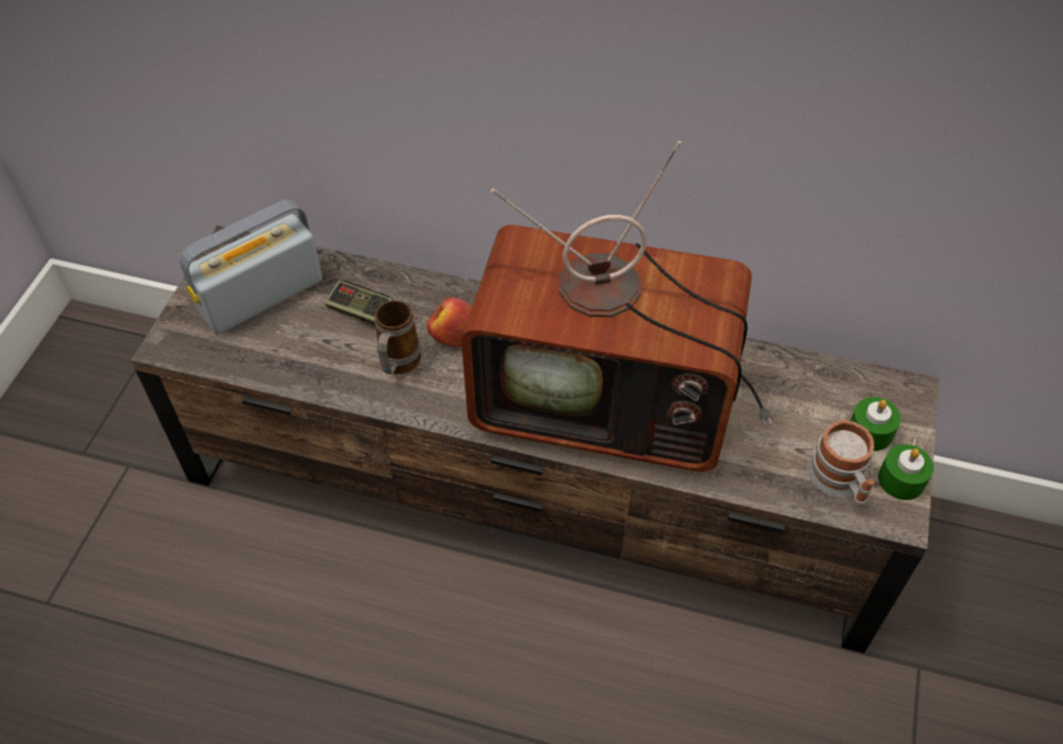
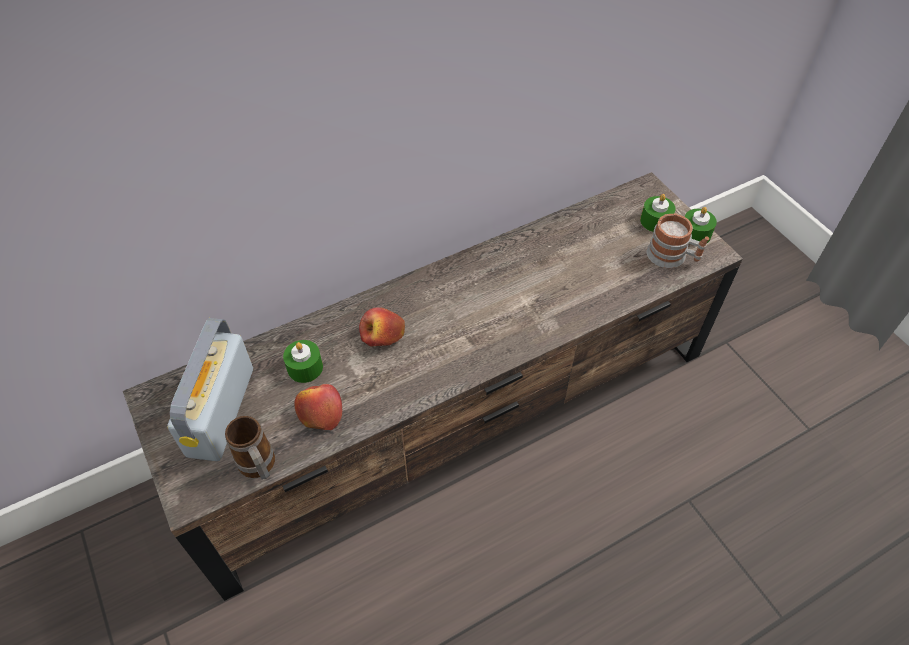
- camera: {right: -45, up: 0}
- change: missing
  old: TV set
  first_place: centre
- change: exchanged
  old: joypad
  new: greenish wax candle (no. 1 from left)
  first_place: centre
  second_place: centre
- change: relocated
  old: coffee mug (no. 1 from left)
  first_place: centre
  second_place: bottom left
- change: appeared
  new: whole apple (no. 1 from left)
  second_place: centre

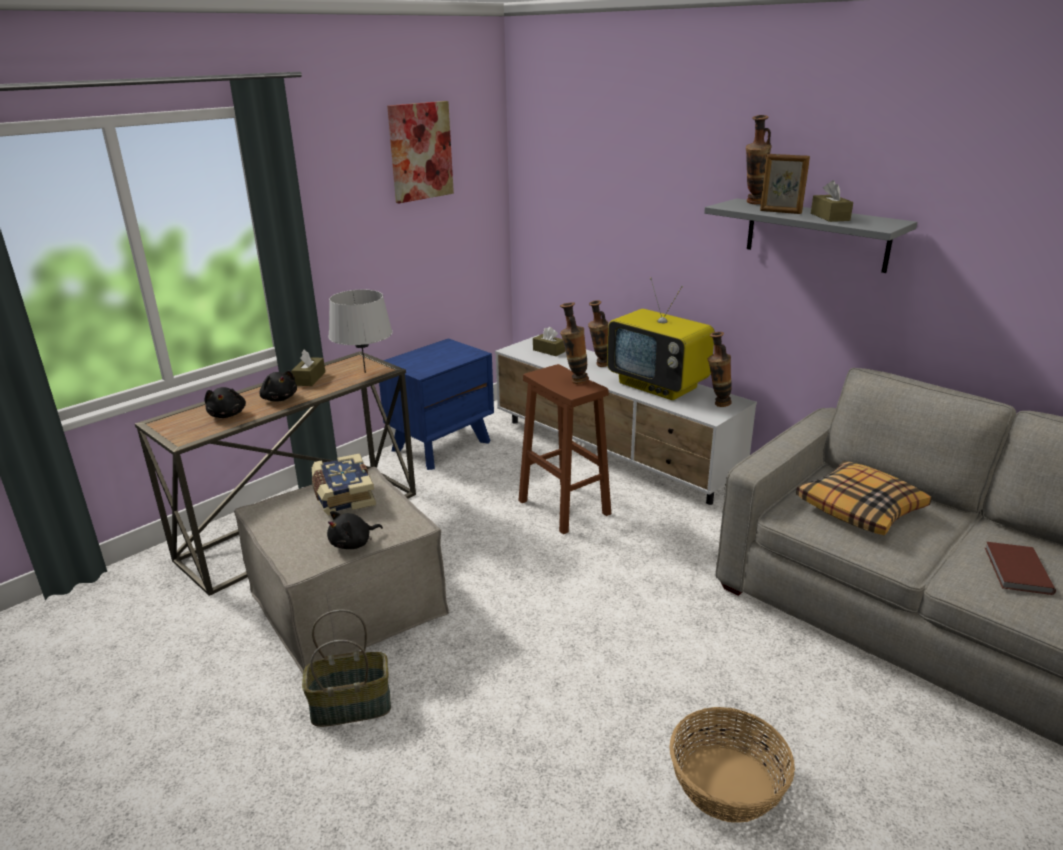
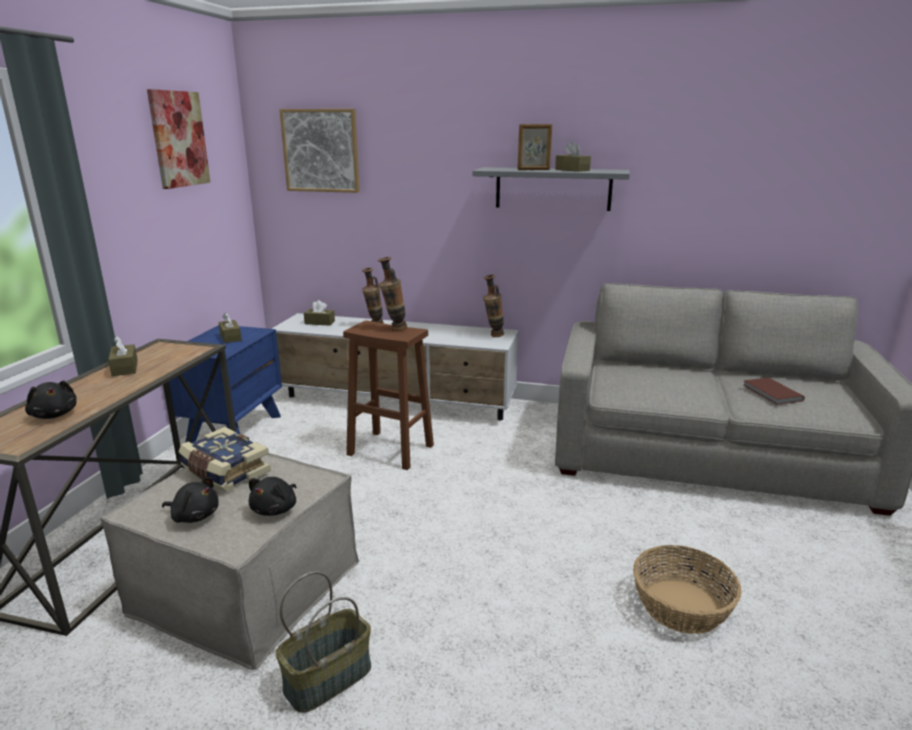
- camera: {right: -30, up: -5}
- change: missing
  old: decorative vase (no. 4 from left)
  first_place: top right
- change: missing
  old: TV set
  first_place: centre
- change: missing
  old: gray table lamp
  first_place: centre
- change: relocated
  old: blackish plush toy (no. 2 from left)
  first_place: middle left
  second_place: bottom left
- change: missing
  old: cushion
  first_place: middle right
- change: appeared
  new: wall picture (no. 2 from left)
  second_place: top centre
- change: appeared
  new: brownish box of tissues (no. 2 from left)
  second_place: middle left

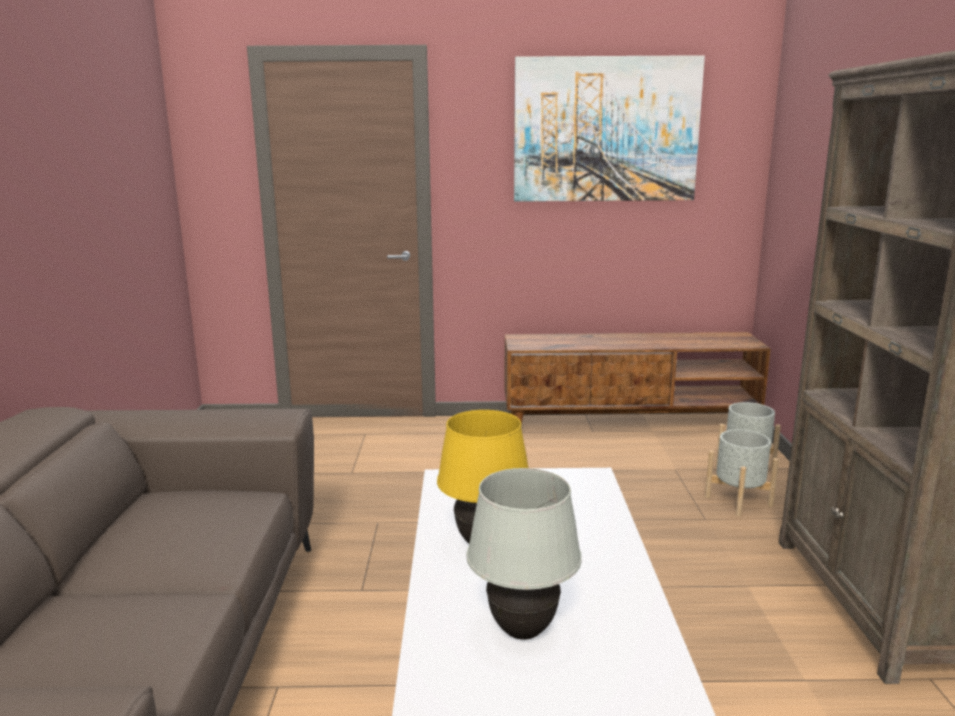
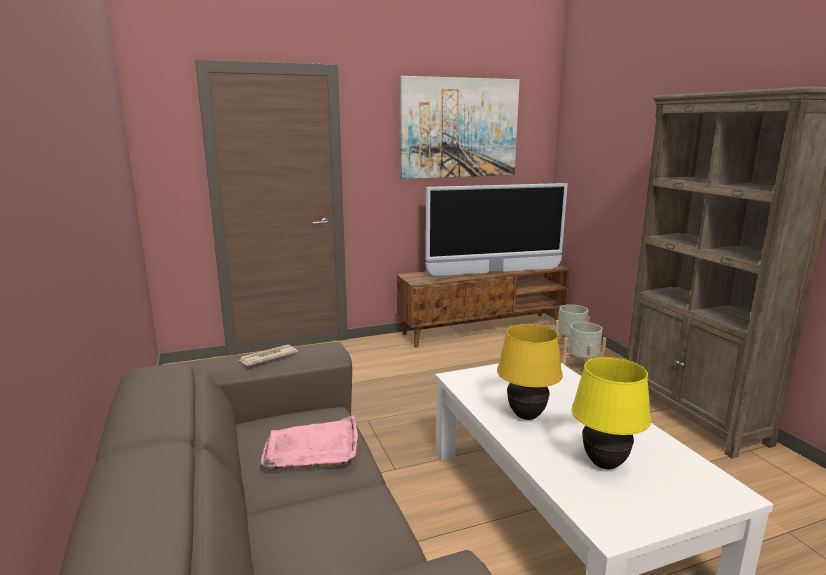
- camera: {right: -20, up: 0}
- change: colour
  old: white-coloured table lamp
  new: yellow table lamp (no. 2 from left)
  first_place: bottom centre
  second_place: bottom right
- change: appeared
  new: TV set
  second_place: centre
- change: appeared
  new: daily paper
  second_place: middle left
- change: appeared
  new: pink tray
  second_place: bottom centre

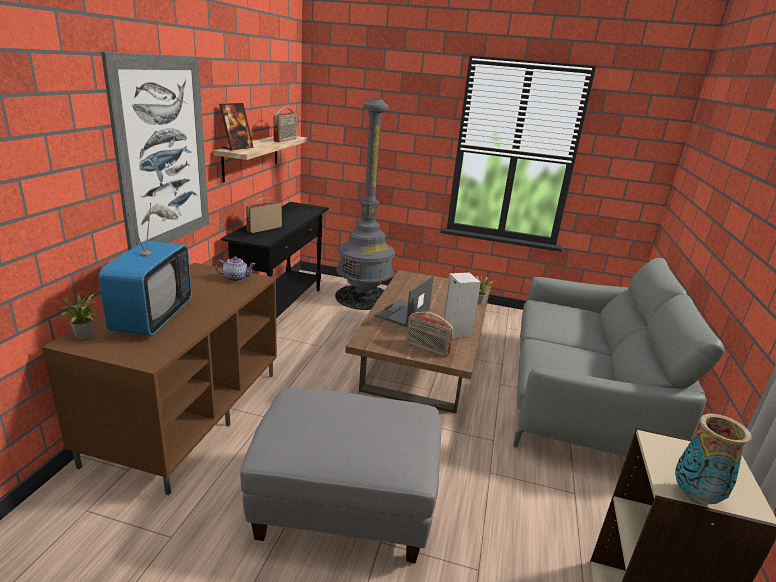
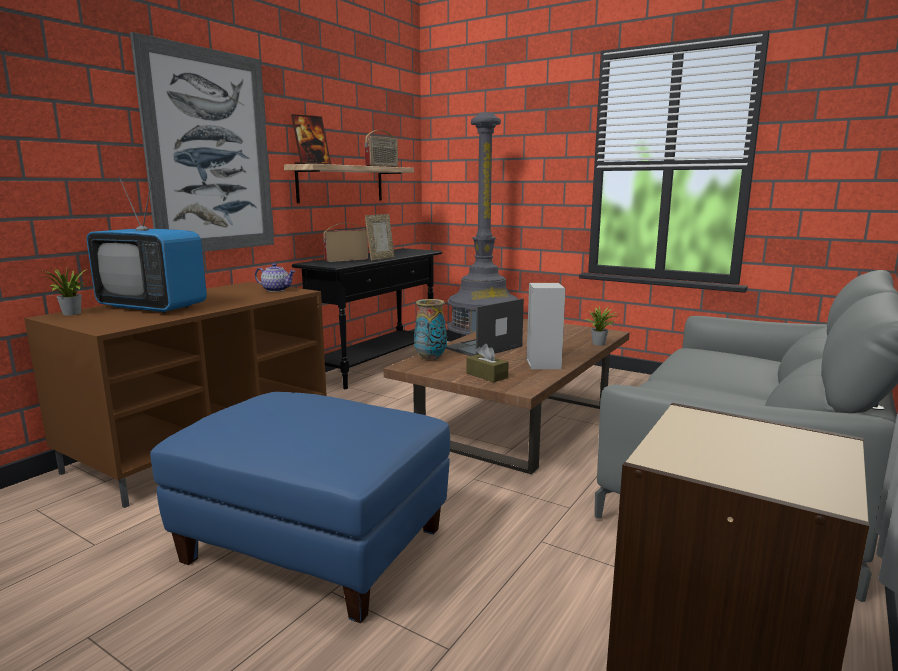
- camera: {right: 20, up: -10}
- change: spun
  old: TV set
  first_place: middle left
  second_place: middle left
  degrees: 90
- change: exchanged
  old: radio (no. 3 from left)
  new: brownish box of tissues
  first_place: centre
  second_place: centre
- change: colour
  old: gray footrest
  new: blue-coloured footrest
  first_place: bottom centre
  second_place: bottom centre
- change: relocated
  old: decorative vase
  first_place: bottom right
  second_place: centre
- change: appeared
  new: standing frame (no. 2 from left)
  second_place: centre

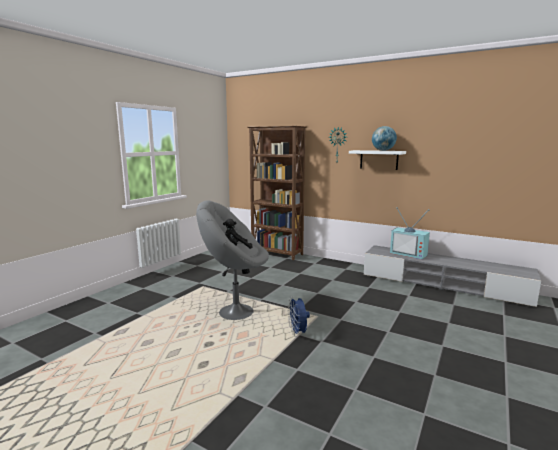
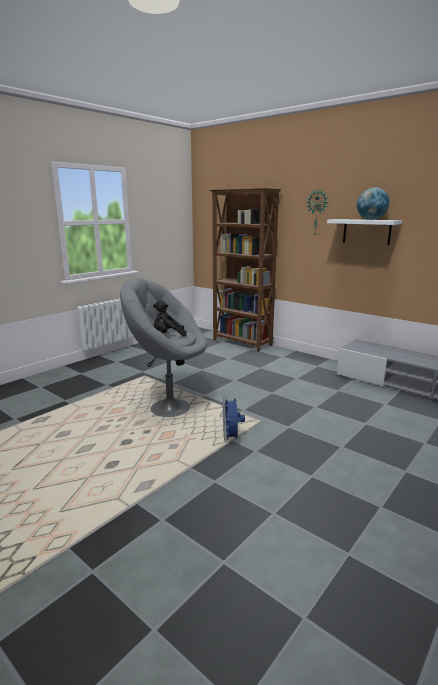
- camera: {right: 10, up: 5}
- change: missing
  old: TV set
  first_place: middle right

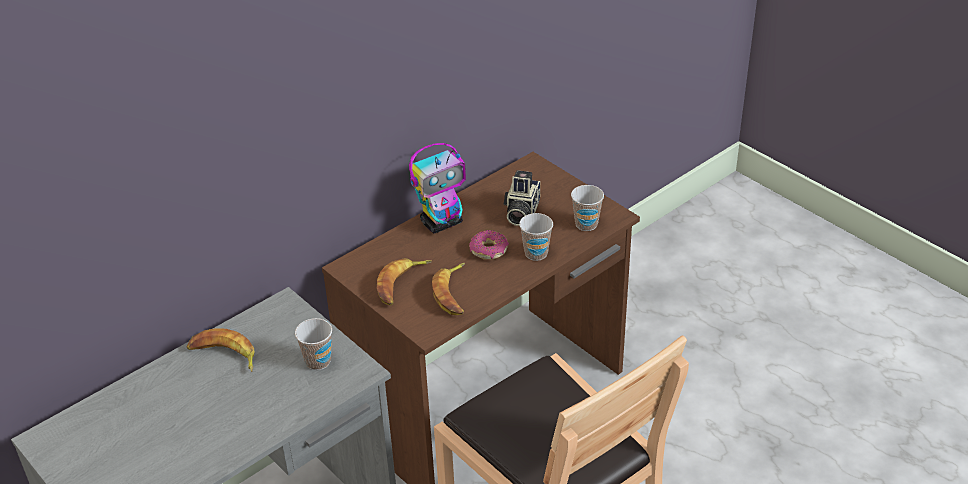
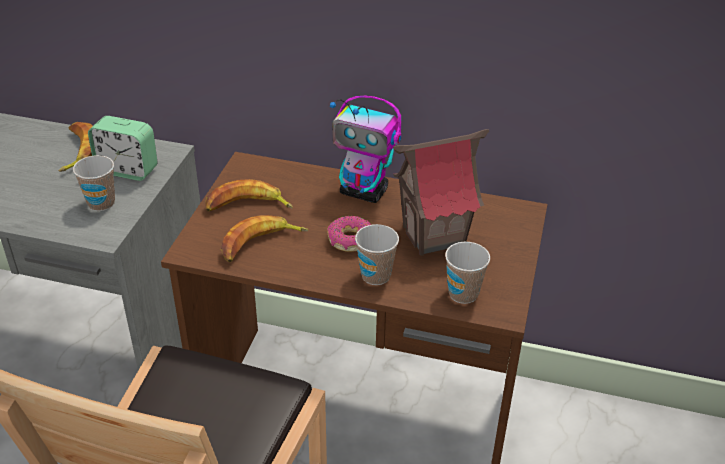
- camera: {right: 55, up: 0}
- change: exchanged
  old: still camera
  new: toy house
  first_place: centre
  second_place: centre
- change: appeared
  new: table clock
  second_place: top left

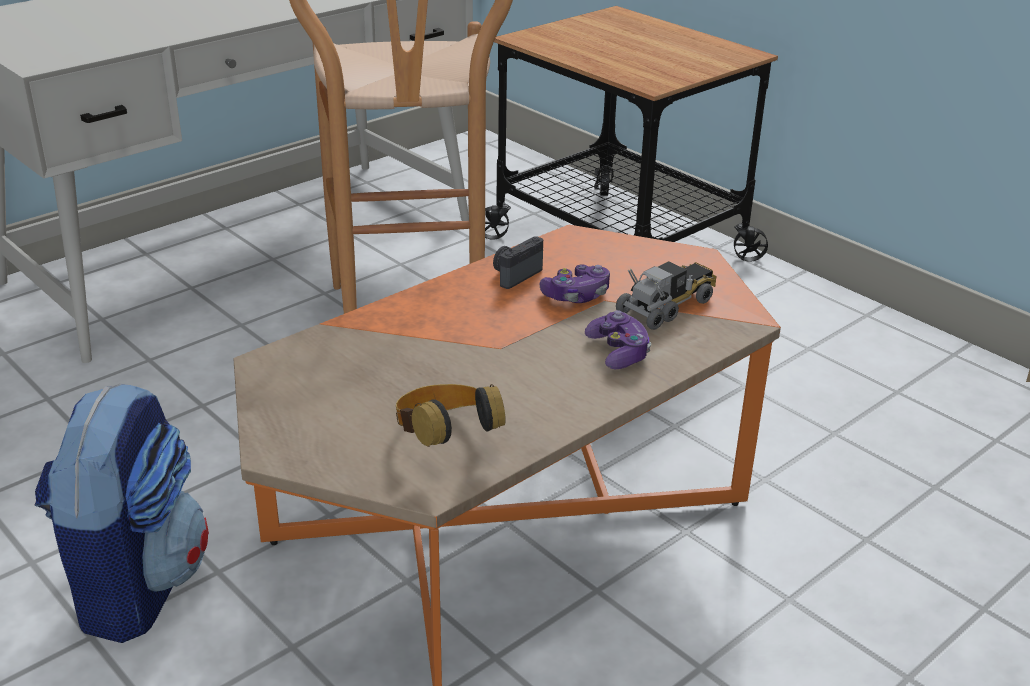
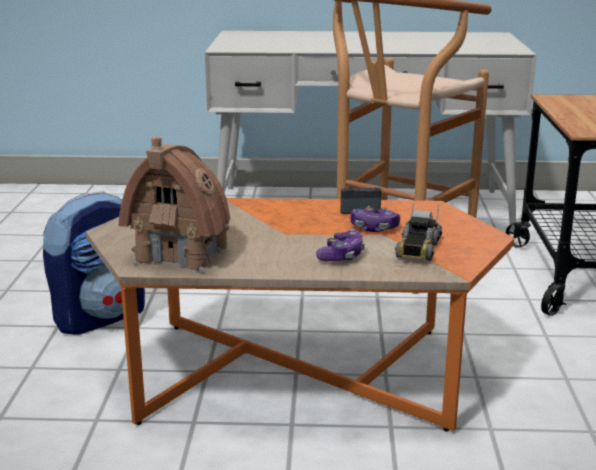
- camera: {right: 45, up: -10}
- change: spun
  old: toy lorry
  first_place: centre
  second_place: middle right
  degrees: 105
- change: exchanged
  old: headphones
  new: toy house
  first_place: centre
  second_place: middle left

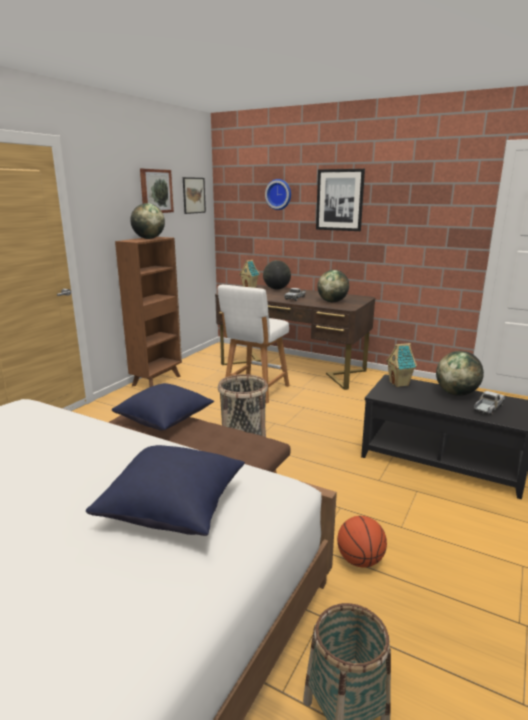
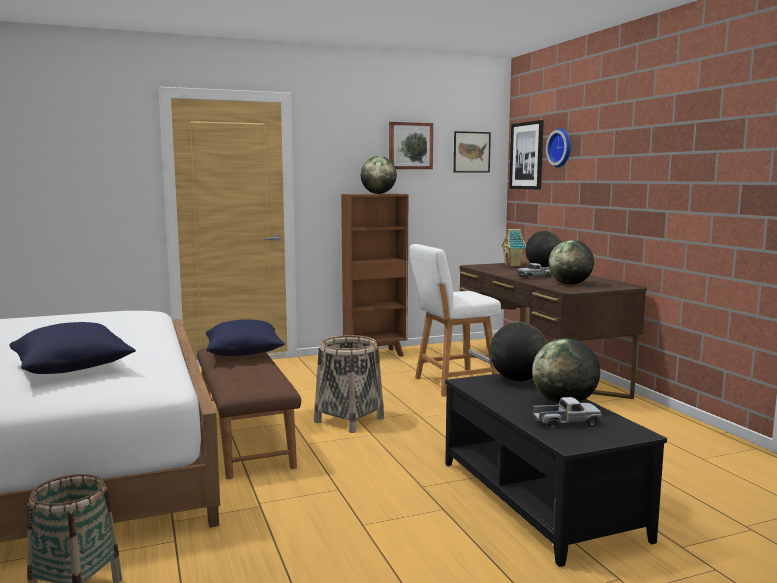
- camera: {right: 40, up: -10}
- change: relocated
  old: wall picture (no. 3 from left)
  first_place: top centre
  second_place: top right
- change: exchanged
  old: toy house (no. 2 from left)
  new: world globe (no. 2 from left)
  first_place: middle right
  second_place: middle right
- change: missing
  old: basketball
  first_place: bottom right

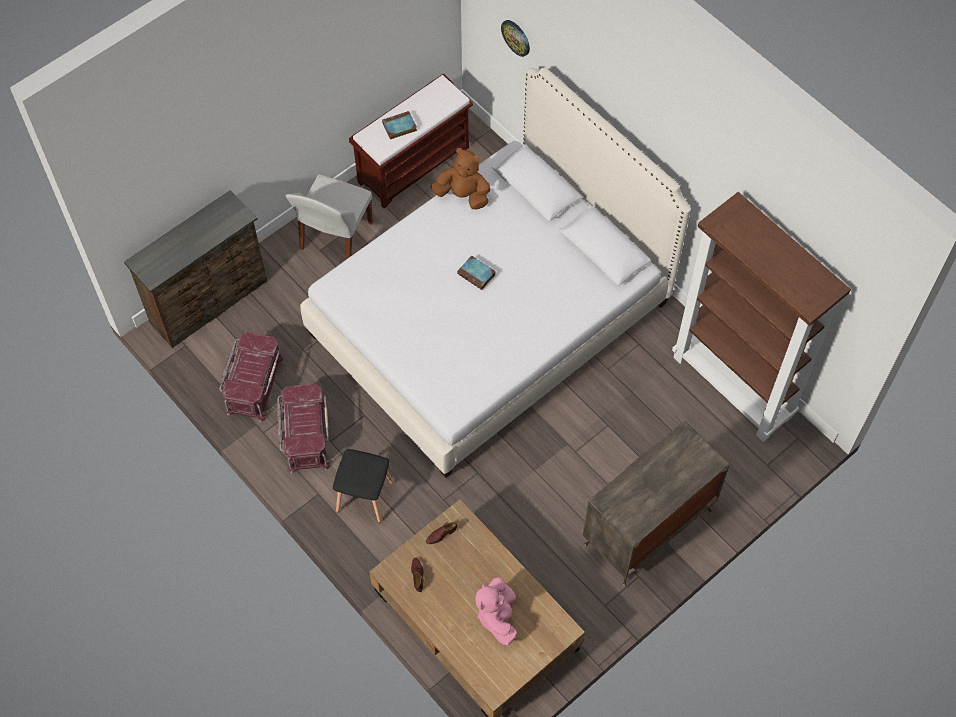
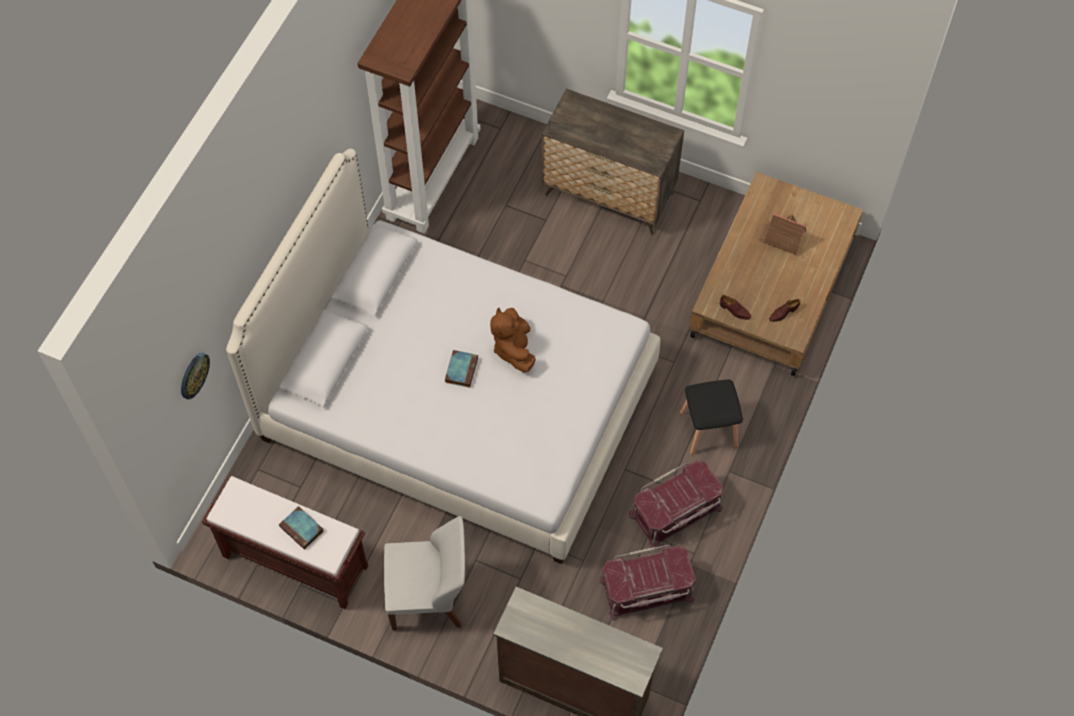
- camera: {right: -115, up: 0}
- change: relocated
  old: brownish plush toy
  first_place: top centre
  second_place: centre
- change: exchanged
  old: pink plush toy
  new: toy house
  first_place: bottom centre
  second_place: top right

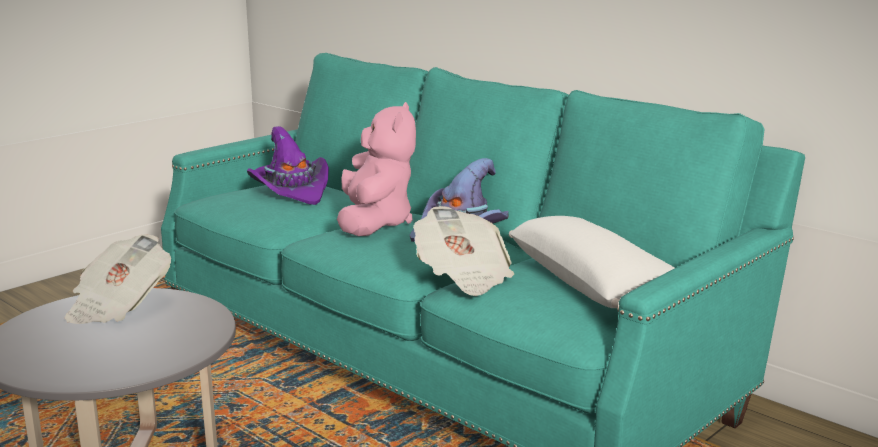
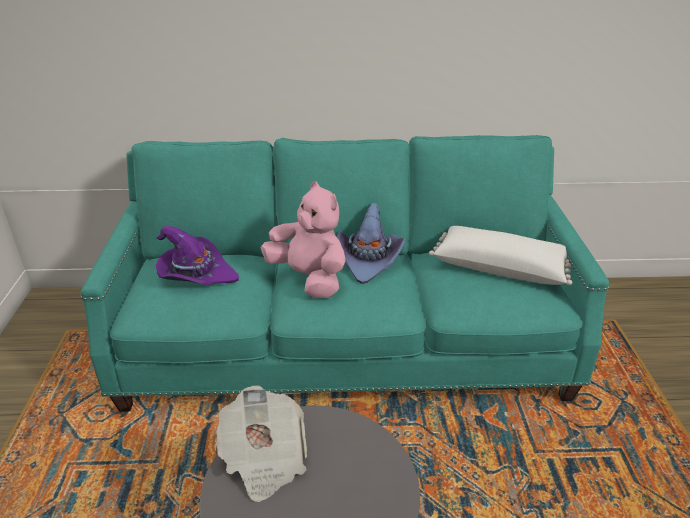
- camera: {right: -45, up: 15}
- change: missing
  old: daily paper (no. 2 from left)
  first_place: centre

